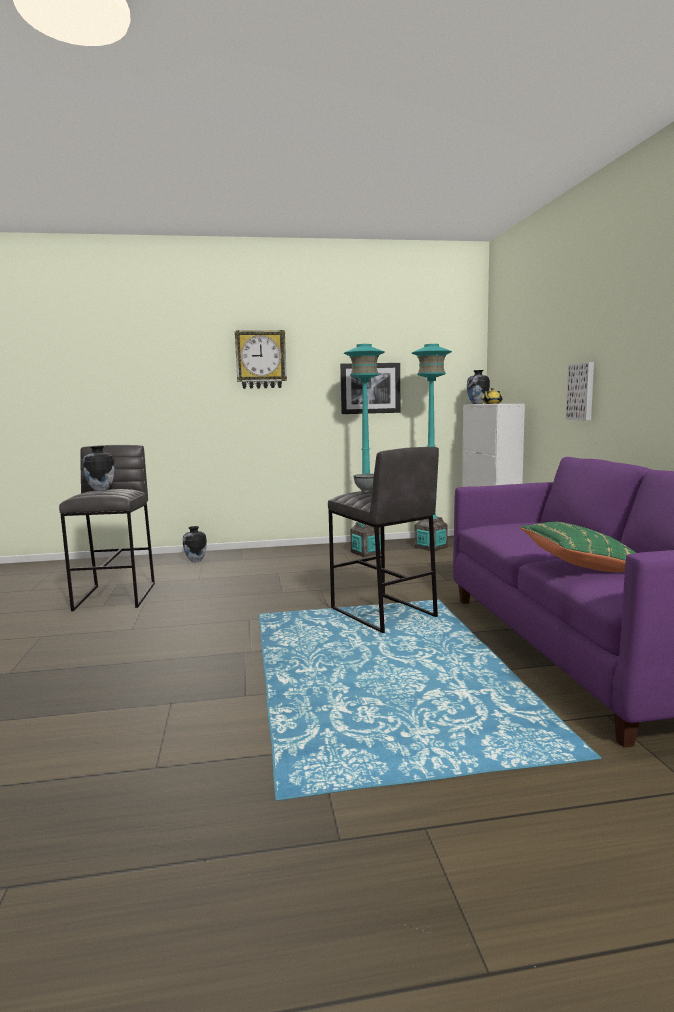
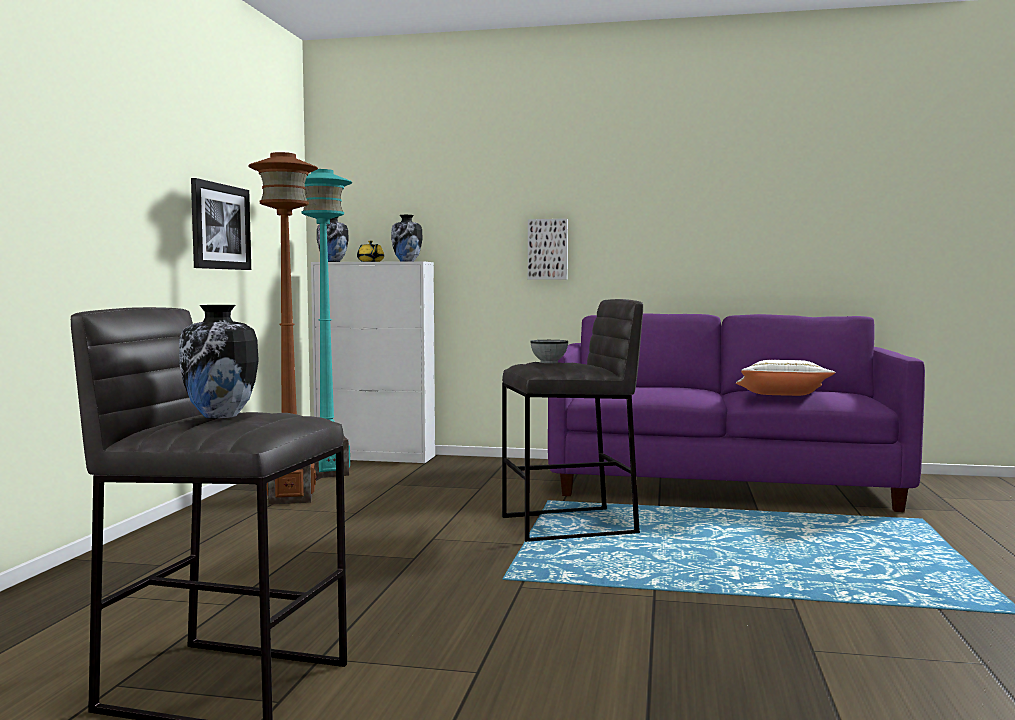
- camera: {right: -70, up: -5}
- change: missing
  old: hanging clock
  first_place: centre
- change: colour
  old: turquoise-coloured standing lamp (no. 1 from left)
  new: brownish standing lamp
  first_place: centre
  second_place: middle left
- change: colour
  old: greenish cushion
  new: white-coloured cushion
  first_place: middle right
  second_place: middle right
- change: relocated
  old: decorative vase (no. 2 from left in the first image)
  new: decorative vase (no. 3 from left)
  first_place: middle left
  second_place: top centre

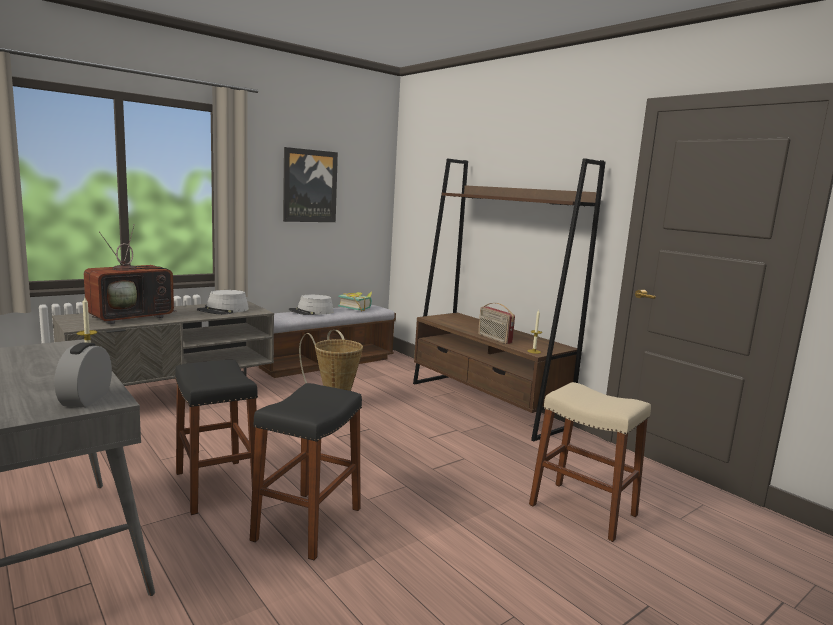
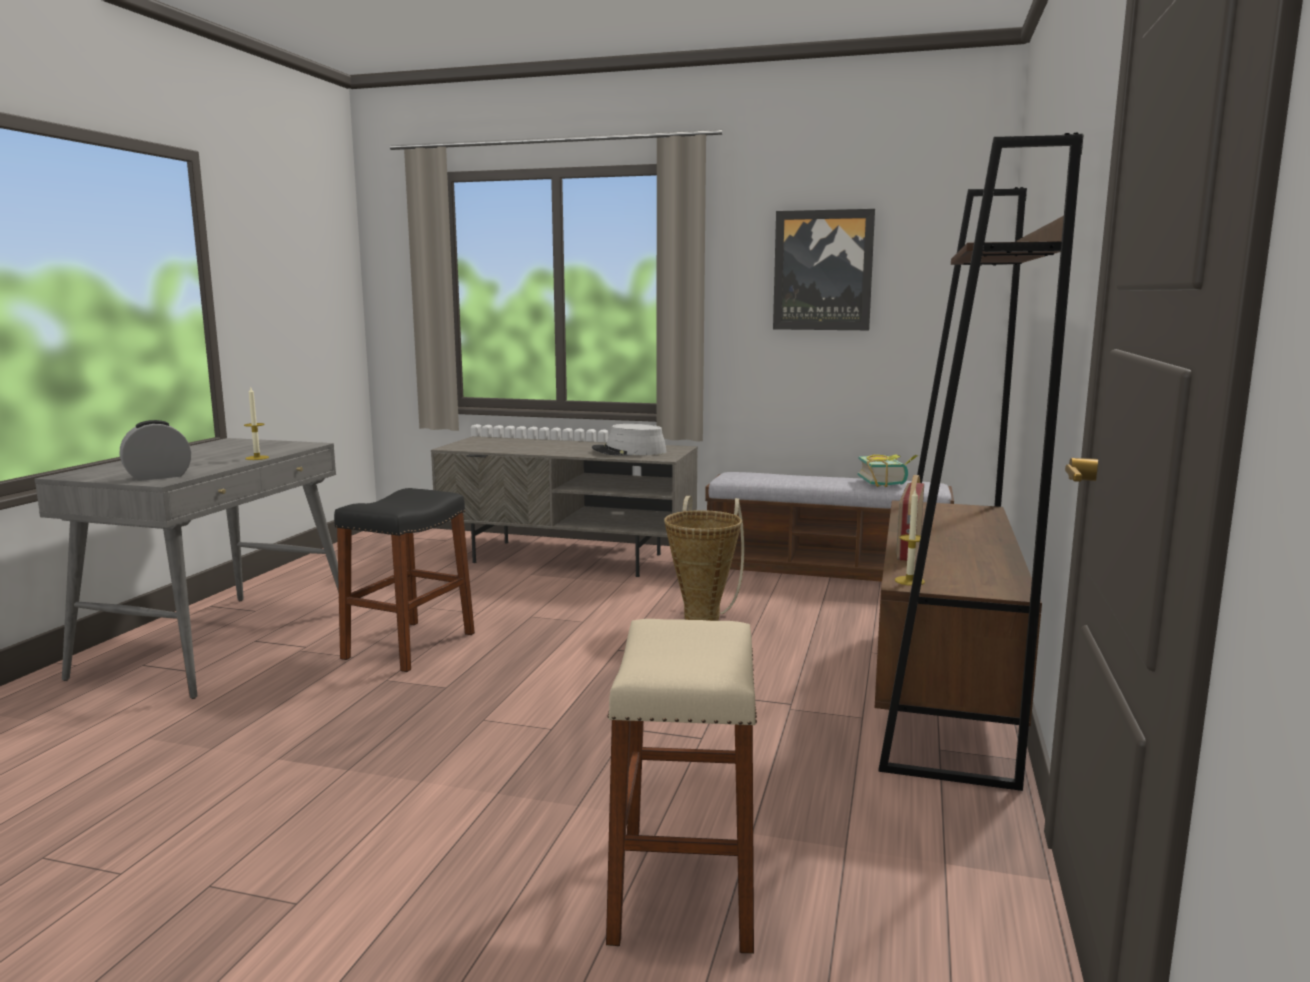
- camera: {right: 55, up: 0}
- change: missing
  old: TV set
  first_place: middle left
- change: missing
  old: gray hat (no. 2 from left)
  first_place: centre
- change: missing
  old: blackish stool seat (no. 2 from left)
  first_place: bottom centre

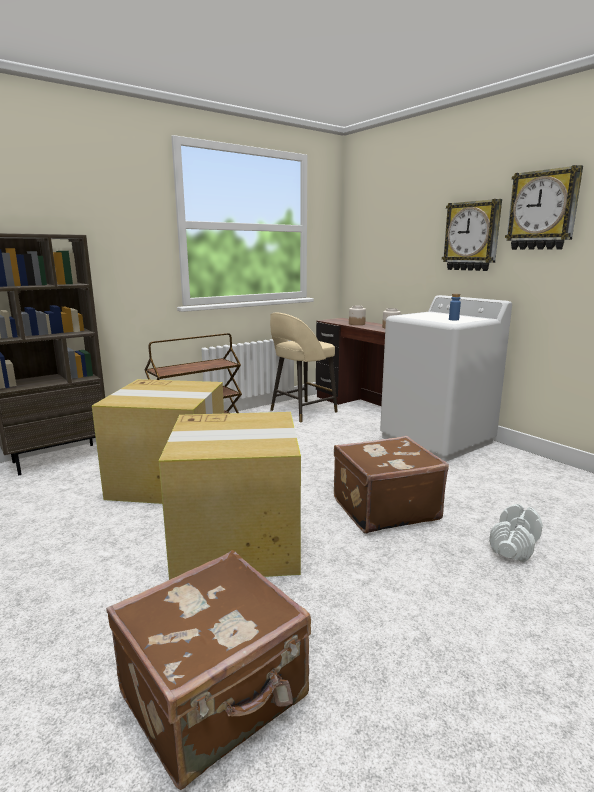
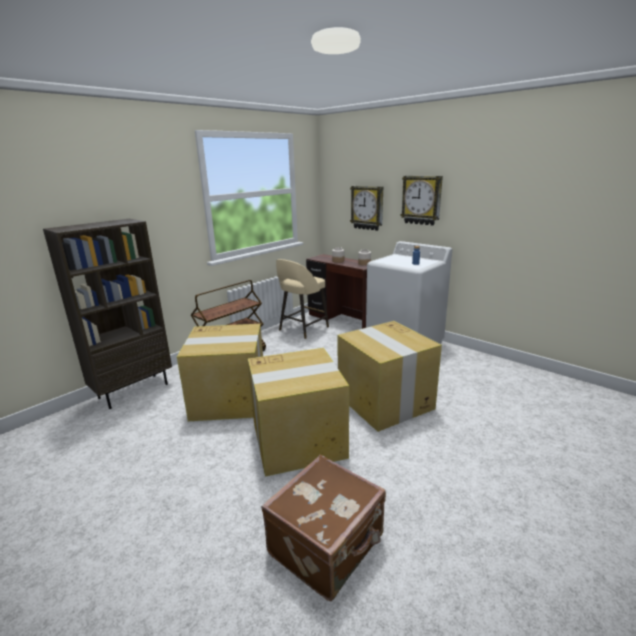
- camera: {right: -10, up: 5}
- change: relocated
  old: hanging clock (no. 2 from left in the first image)
  new: hanging clock (no. 1 from left)
  first_place: top right
  second_place: top centre
- change: exchanged
  old: brownish piece of luggage (no. 2 from left)
  new: carton (no. 3 from left)
  first_place: centre
  second_place: centre
- change: missing
  old: white-coloured dumbbell
  first_place: bottom right

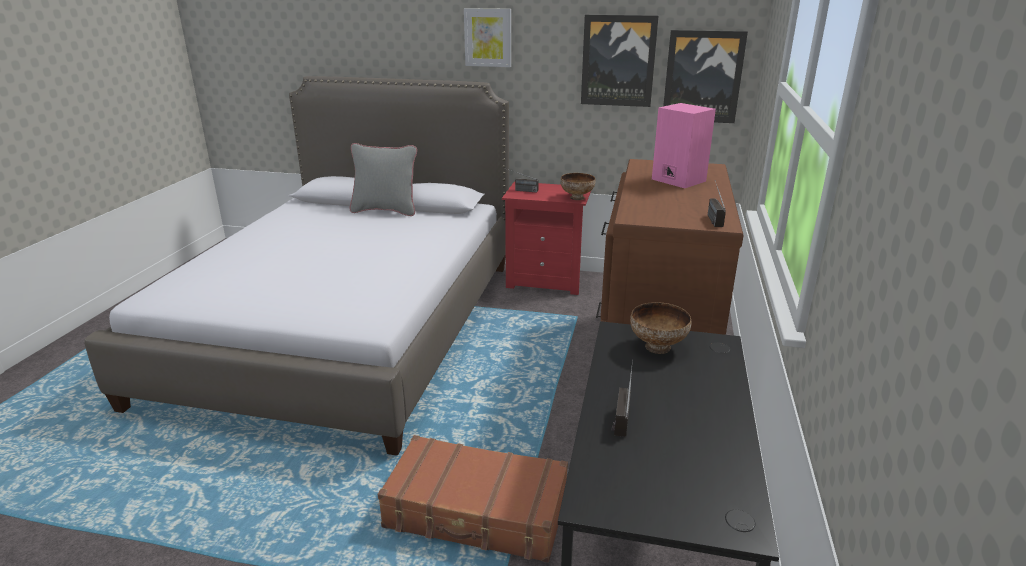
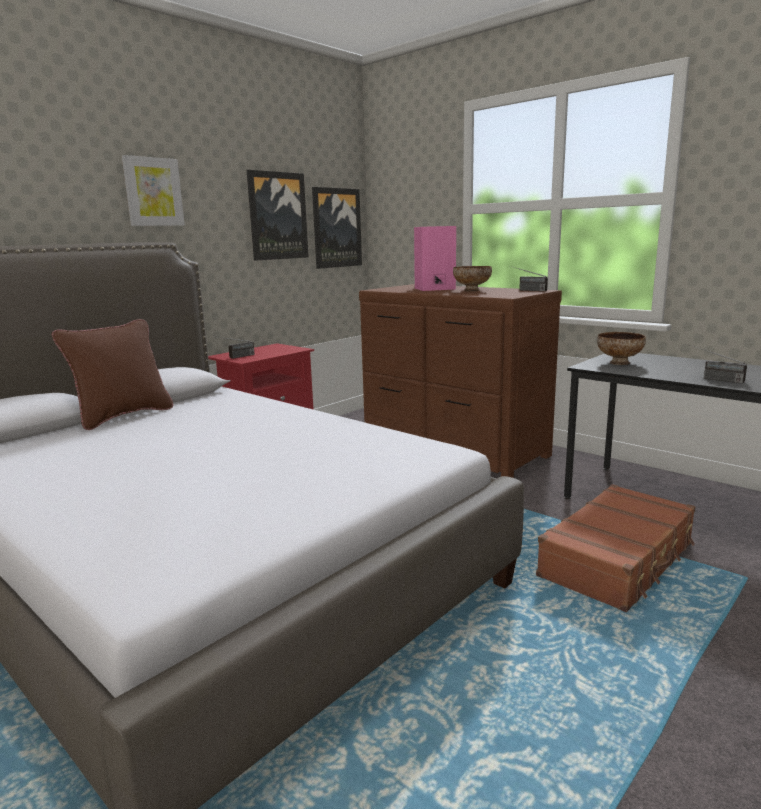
- camera: {right: -60, up: -10}
- change: colour
  old: gray cushion
  new: brownish cushion
  first_place: top centre
  second_place: middle left
- change: relocated
  old: bowl (no. 1 from left)
  first_place: top centre
  second_place: centre

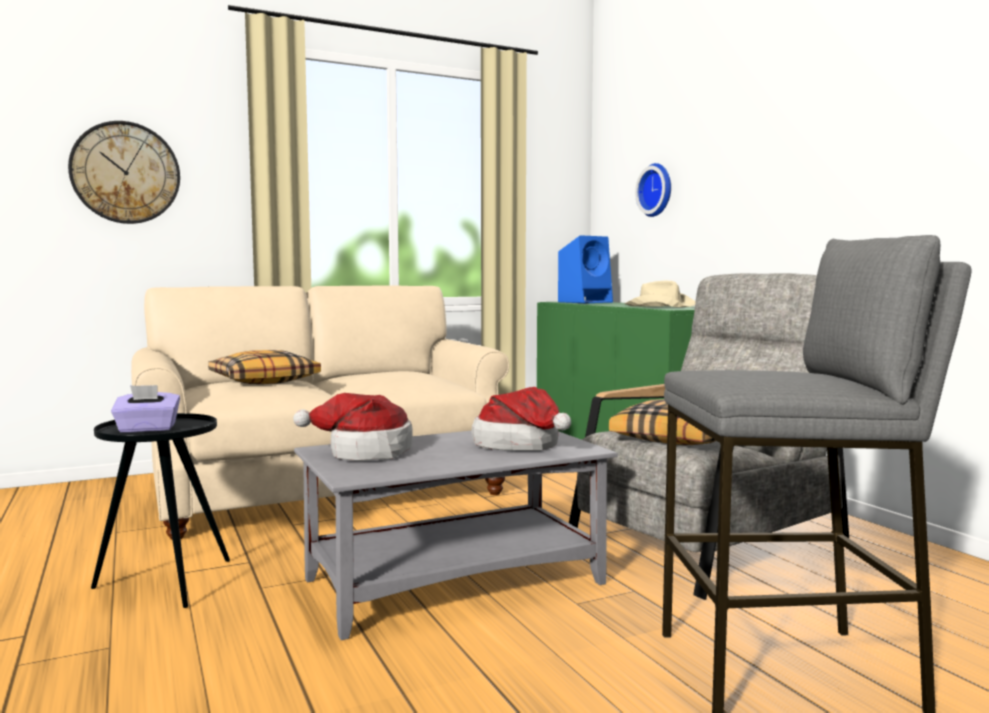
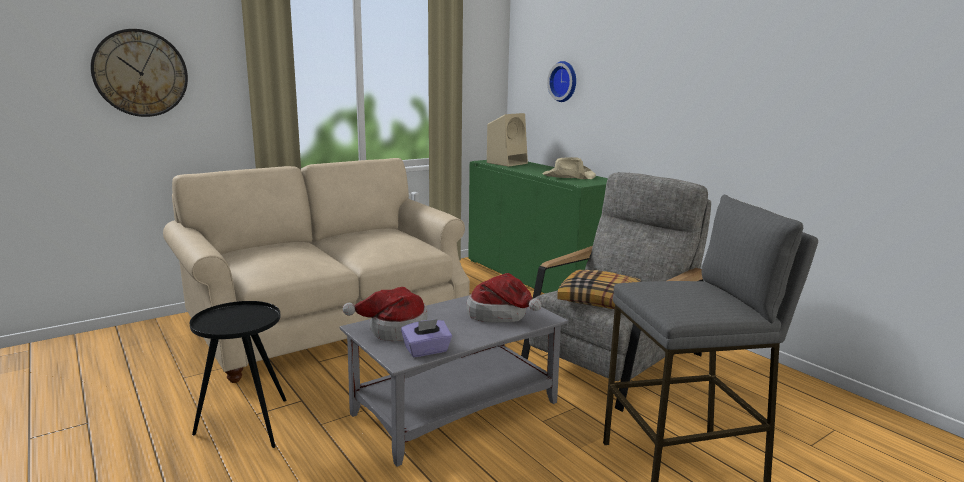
- camera: {right: -10, up: 10}
- change: colour
  old: blue-coloured loudspeaker
  new: sand-coloured loudspeaker
  first_place: centre
  second_place: top centre
- change: missing
  old: cushion (no. 1 from left)
  first_place: middle left
- change: relocated
  old: purple box of tissues
  first_place: middle left
  second_place: bottom centre

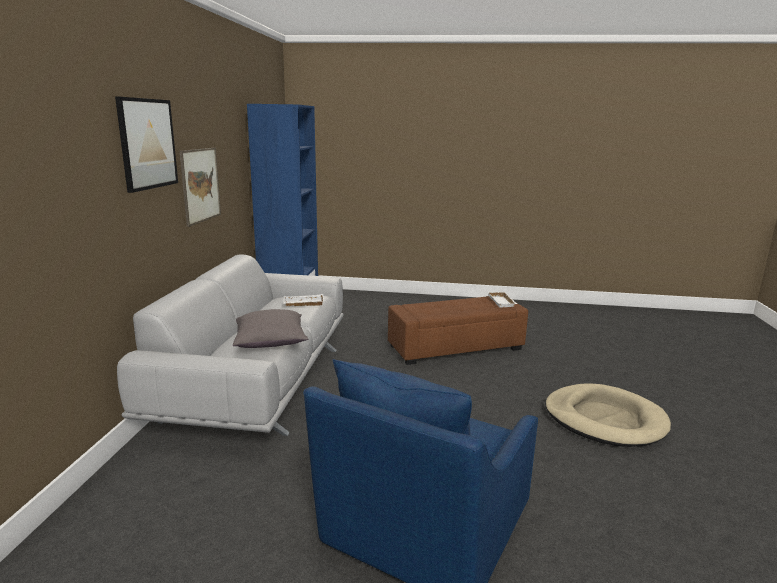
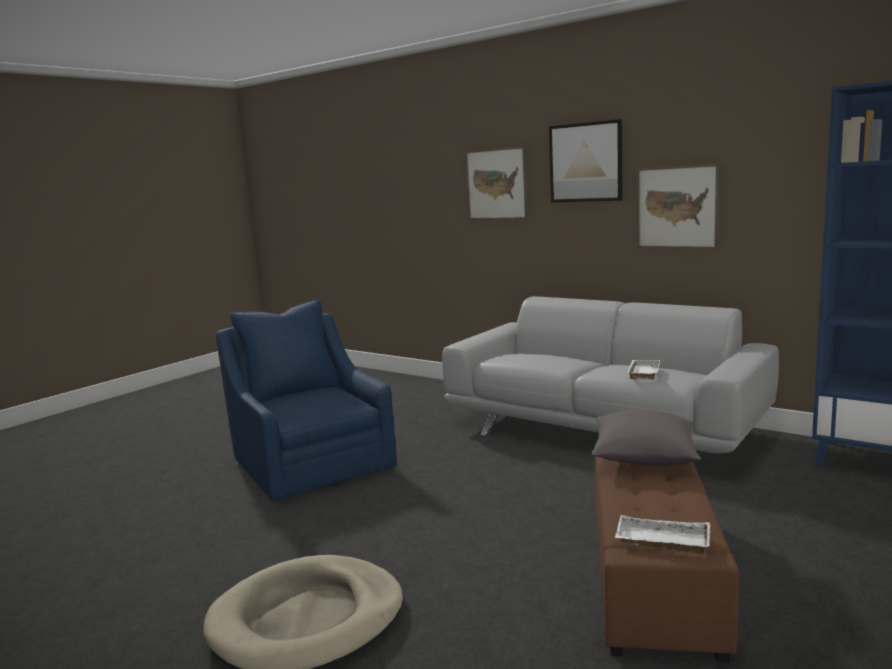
- camera: {right: 120, up: -5}
- change: relocated
  old: gray cushion
  first_place: centre
  second_place: middle right
- change: appeared
  new: wall picture (no. 1 from left)
  second_place: top centre

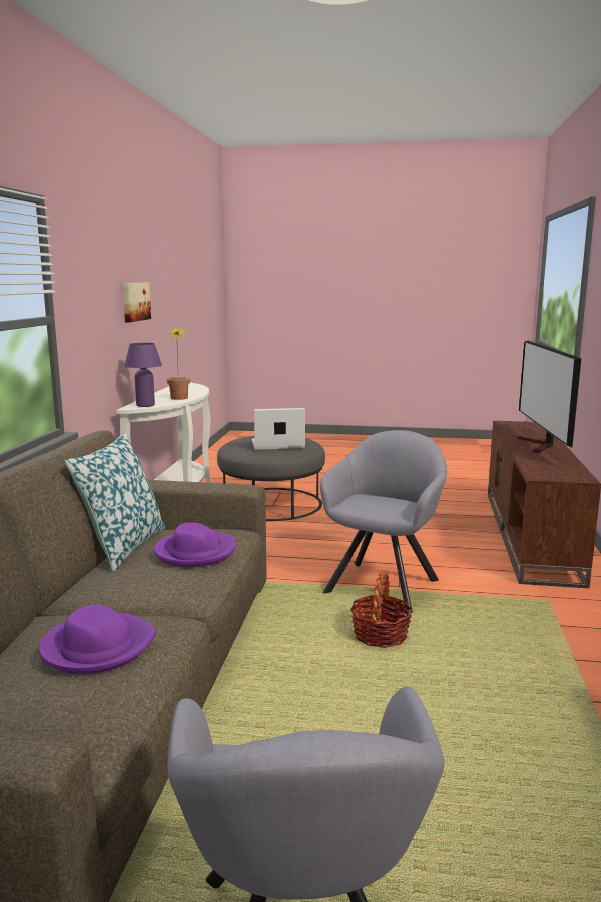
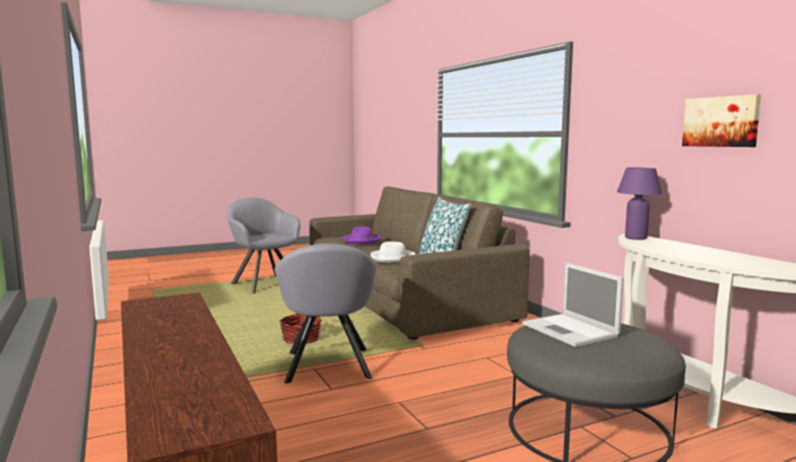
- camera: {right: 145, up: -5}
- change: missing
  old: houseplant
  first_place: middle left
- change: missing
  old: TV set
  first_place: middle right
- change: spun
  old: laptop
  first_place: centre
  second_place: middle right
  degrees: 105
- change: colour
  old: purple hat (no. 2 from left)
  new: white-coloured hat
  first_place: middle left
  second_place: centre

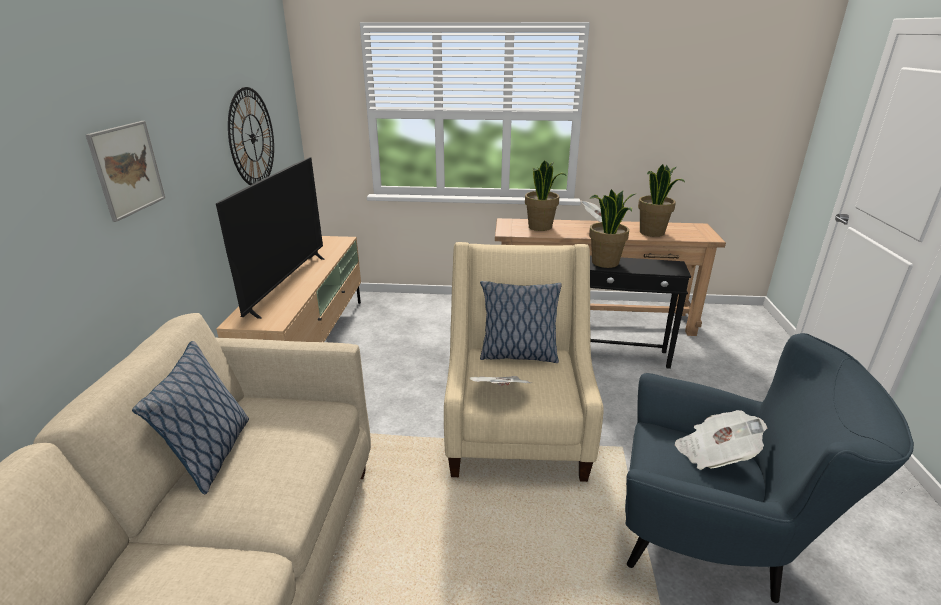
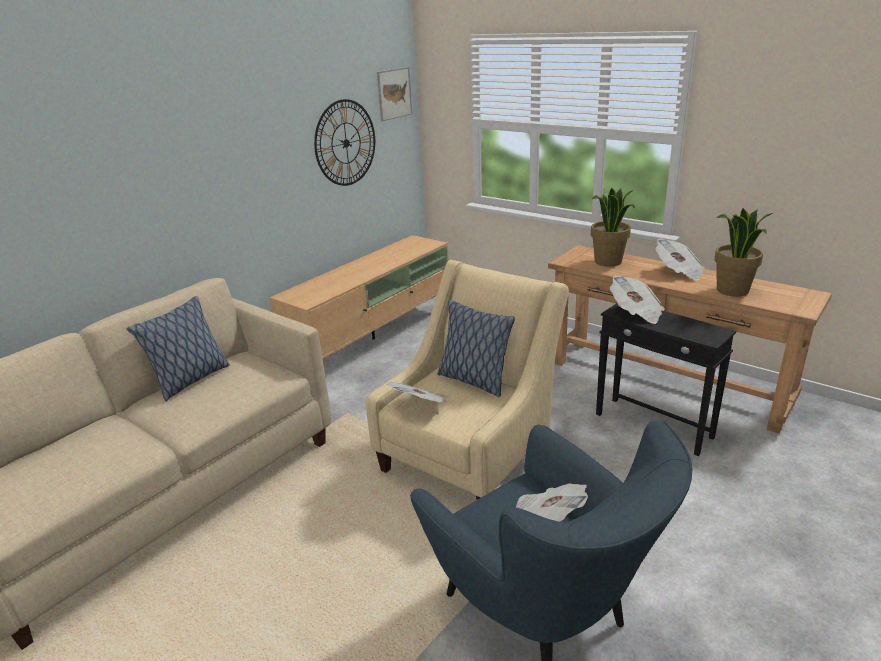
- camera: {right: 35, up: 0}
- change: relocated
  old: wall picture
  first_place: top left
  second_place: top centre
- change: missing
  old: TV set
  first_place: middle left
- change: exchanged
  old: houseplant (no. 2 from left)
  new: daily paper (no. 3 from left)
  first_place: centre
  second_place: middle right

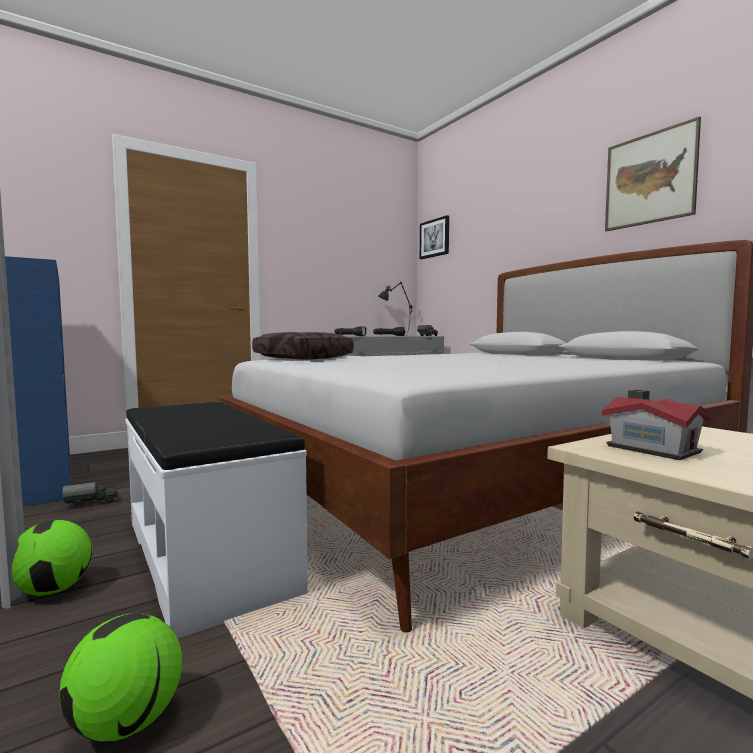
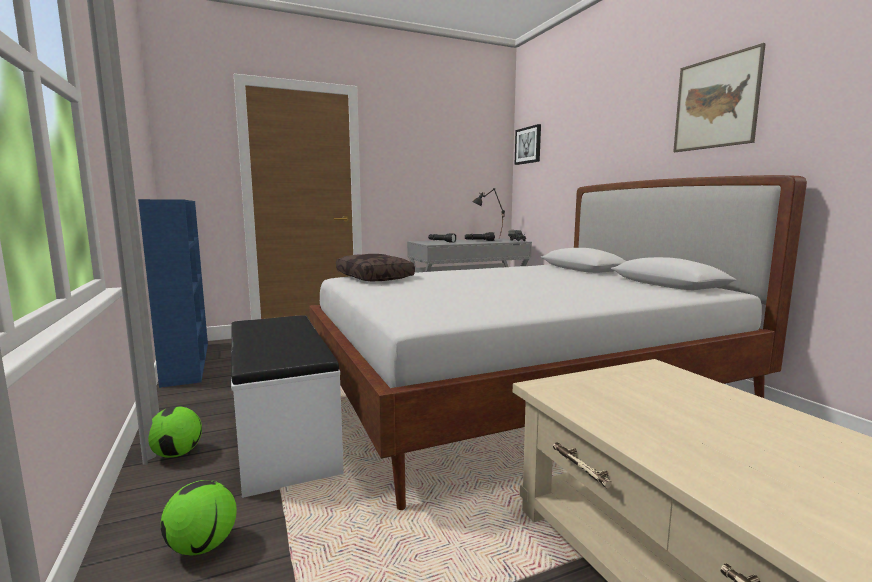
- camera: {right: 10, up: 5}
- change: missing
  old: toy house
  first_place: middle right
- change: missing
  old: toy lorry (no. 1 from left)
  first_place: middle left

